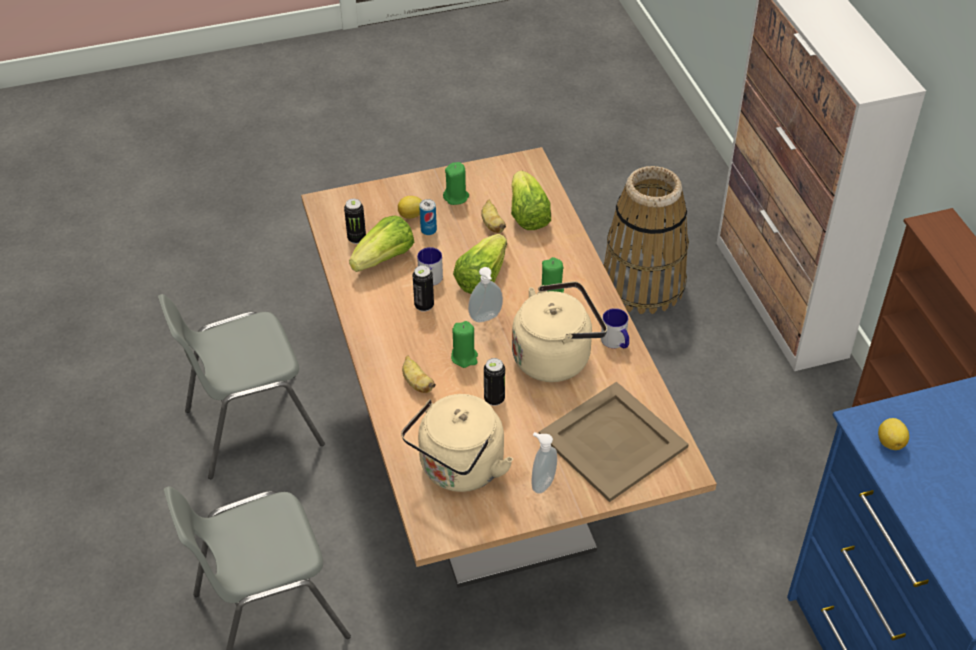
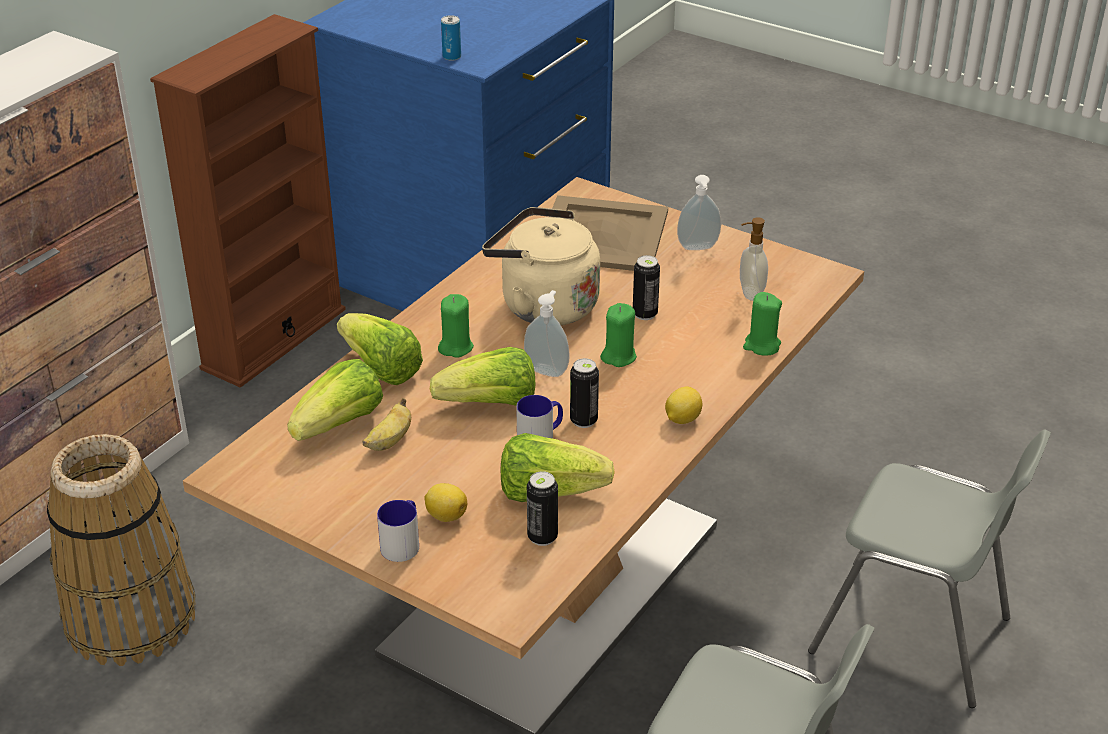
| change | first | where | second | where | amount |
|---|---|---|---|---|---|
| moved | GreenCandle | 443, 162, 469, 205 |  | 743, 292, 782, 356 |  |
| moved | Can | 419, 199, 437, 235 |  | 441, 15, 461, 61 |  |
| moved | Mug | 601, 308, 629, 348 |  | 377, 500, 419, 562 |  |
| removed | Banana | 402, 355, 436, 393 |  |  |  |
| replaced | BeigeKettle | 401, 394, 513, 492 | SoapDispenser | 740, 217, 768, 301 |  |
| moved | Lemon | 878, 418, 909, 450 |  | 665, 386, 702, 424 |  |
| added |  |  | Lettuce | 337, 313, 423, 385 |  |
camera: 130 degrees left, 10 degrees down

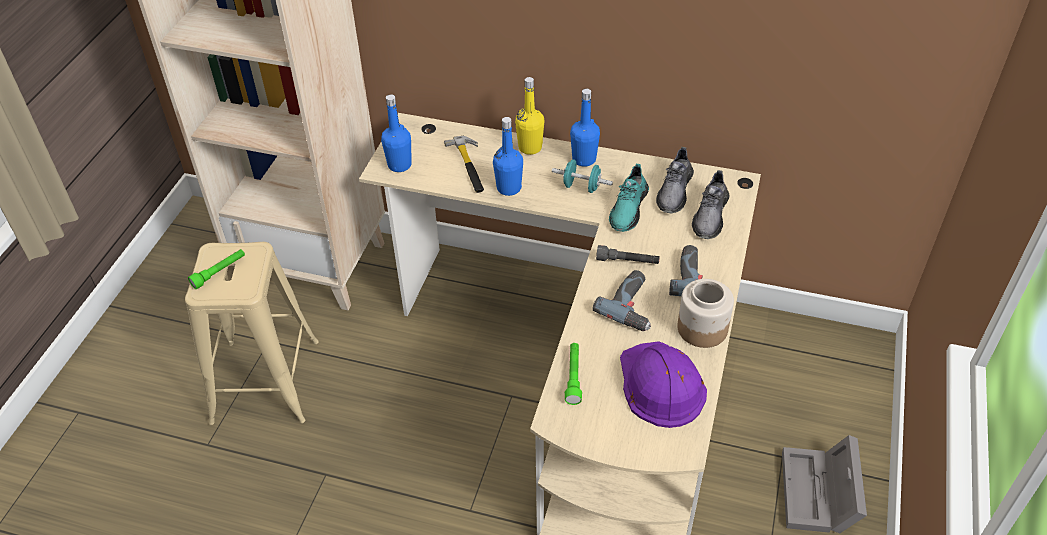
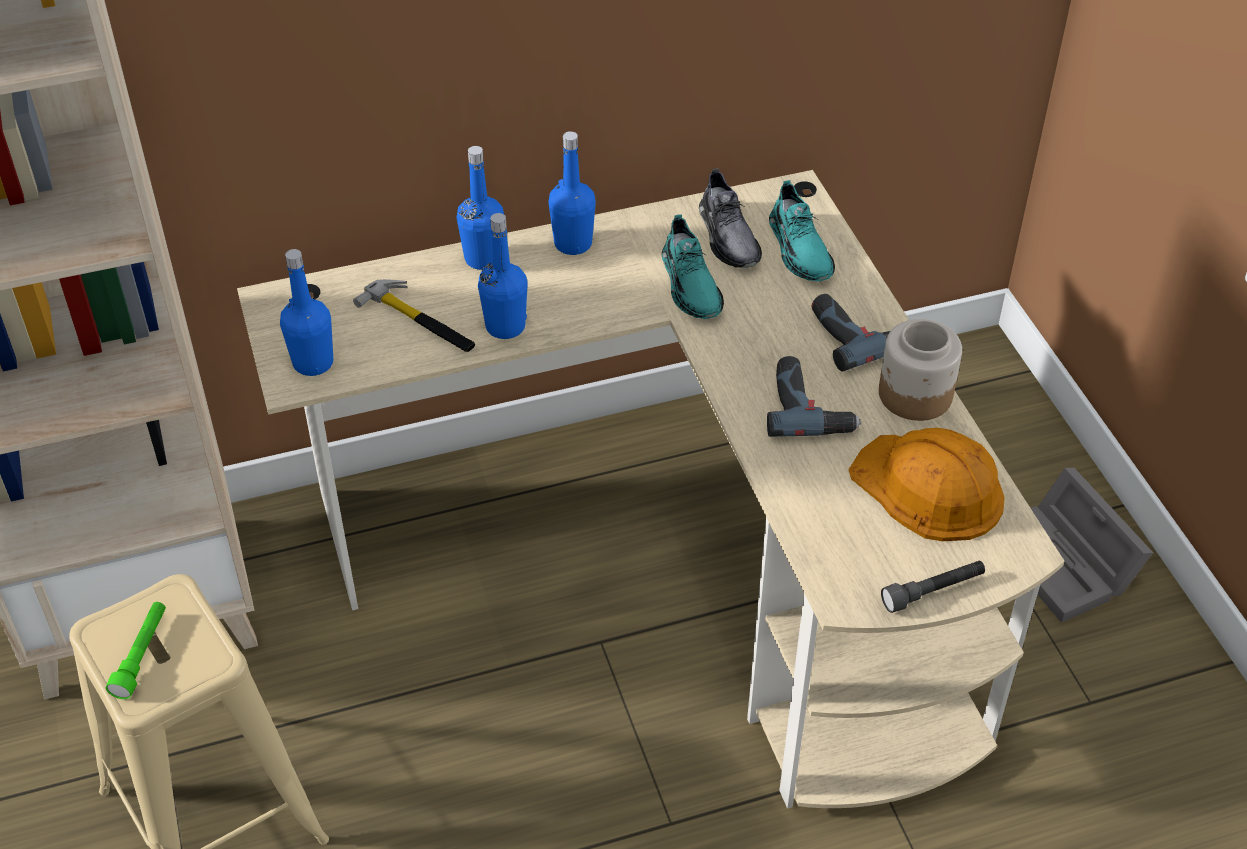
| change | first | where | second | where | amount |
|---|---|---|---|---|---|
| recoloured | YellowBottle | 515, 77, 544, 155 | BlueBottle | 457, 146, 504, 270 |  |
| removed | TurquoiseDumbbell | 552, 160, 613, 193 |  |  |  |
| recoloured | GreyShoe | 692, 170, 729, 239 | TurquoiseShoe | 769, 180, 835, 281 |  |
| moved | GreyFlashlight | 596, 245, 660, 264 |  | 881, 561, 985, 613 |  |
| recoloured | PurpleHardHat | 620, 341, 707, 428 | OrangeHardHat | 849, 428, 1005, 541 |  |
| removed | GreenFlashlight | 565, 343, 582, 405 |  |  |  |
camera: 35 degrees left, 0 degrees up

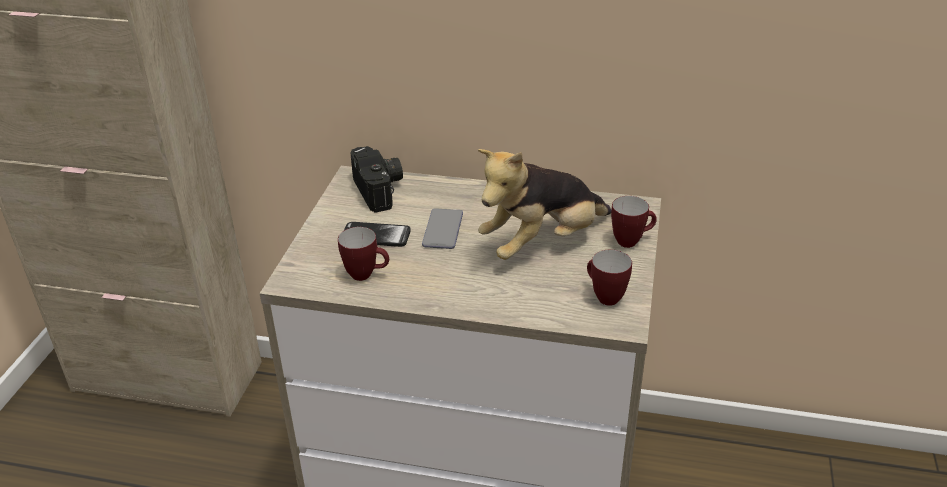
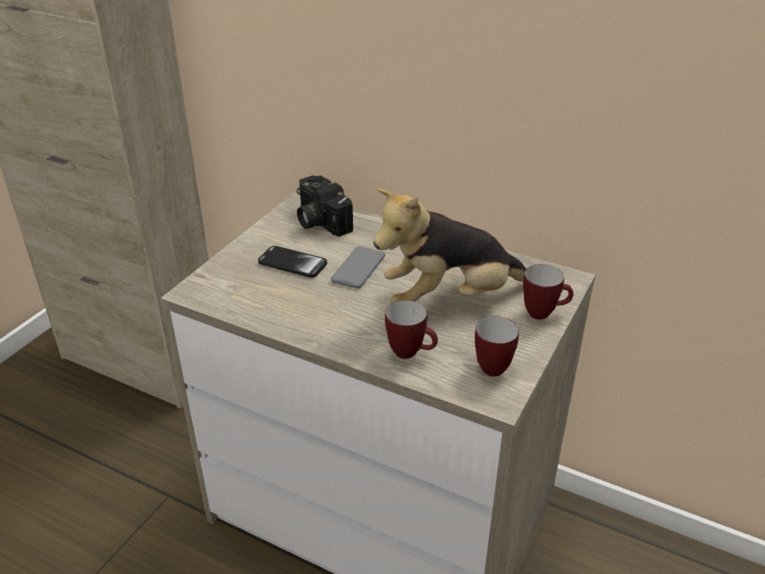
| change | first | where | second | where | amount |
|---|---|---|---|---|---|
| turned | PhotoCamera | 351, 146, 403, 213 |  | 297, 175, 353, 237 | 150 degrees clockwise |
| moved | Mug | 338, 227, 389, 281 |  | 385, 300, 438, 359 |  |
camera: 15 degrees right, 0 degrees up

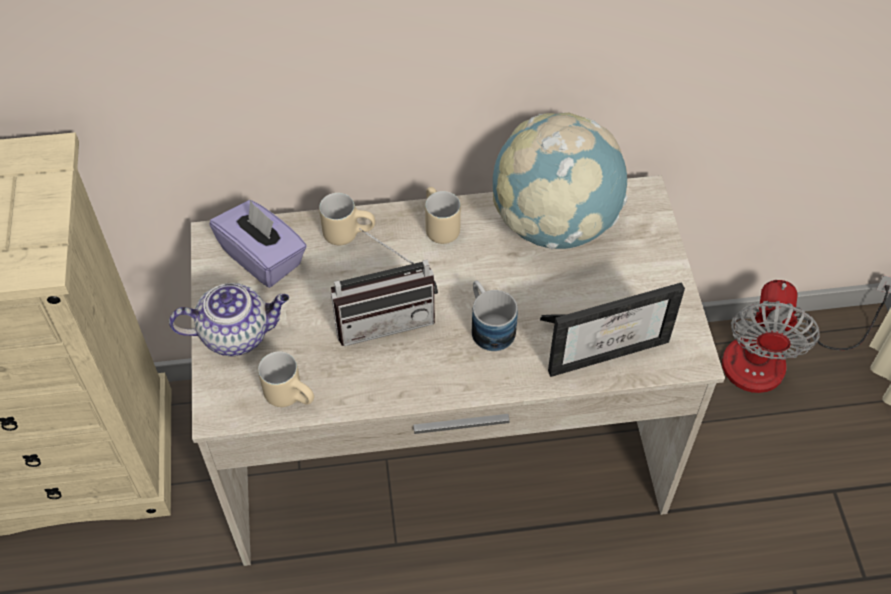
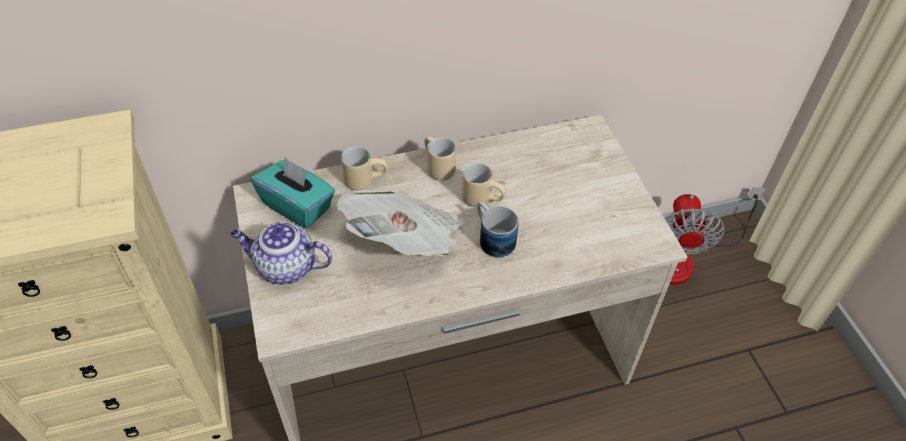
| change | first | where | second | where | amount |
|---|---|---|---|---|---|
| removed | Globe | 493, 113, 628, 249 |  |  |  |
| recoloured | PurpleTissueBox | 209, 200, 307, 288 | TurquoiseTissueBox | 251, 157, 335, 229 |  |
| replaced | Radio | 331, 228, 438, 346 | Newspaper | 337, 190, 464, 256 |  |
| removed | PictureFrame | 540, 282, 685, 377 |  |  |  |
| turned | Teapot | 169, 283, 289, 356 |  | 230, 221, 332, 285 | 150 degrees counterclockwise |
| moved | BeigeMug | 258, 352, 314, 407 |  | 462, 163, 506, 207 |  |
camera: 10 degrees left, 5 degrees down

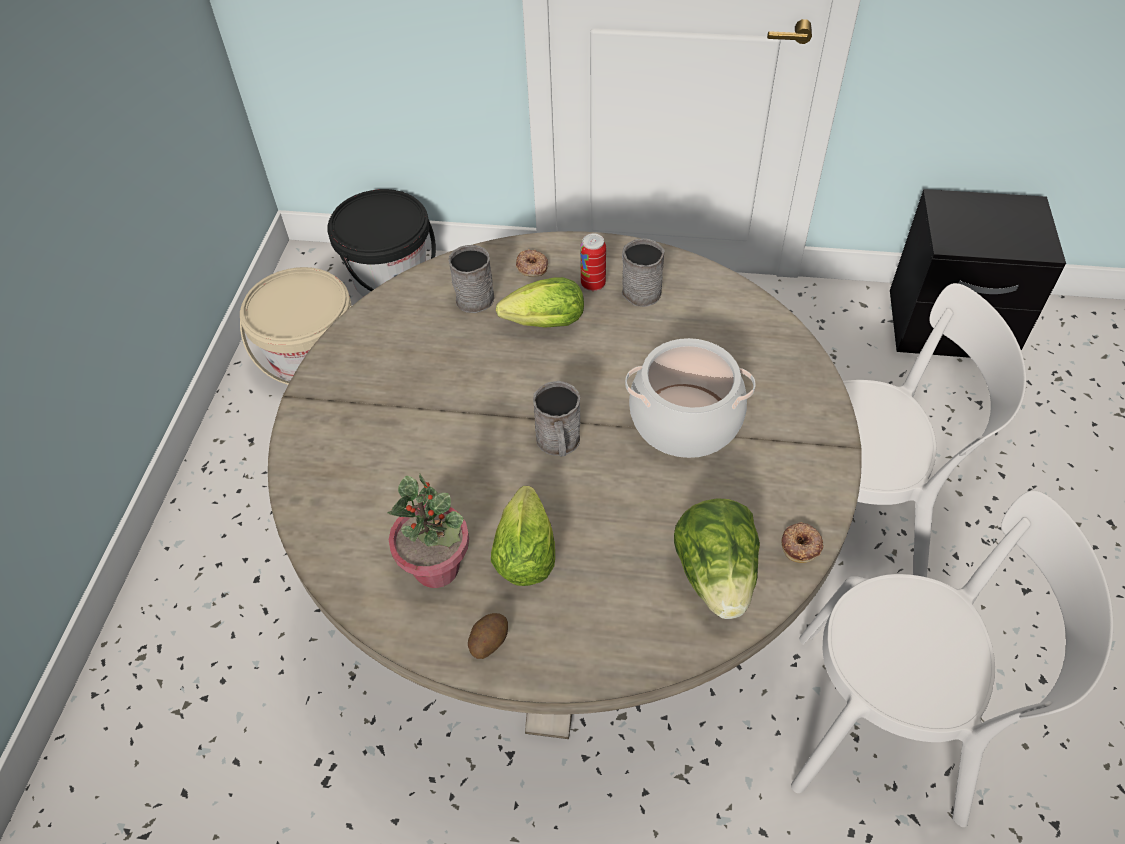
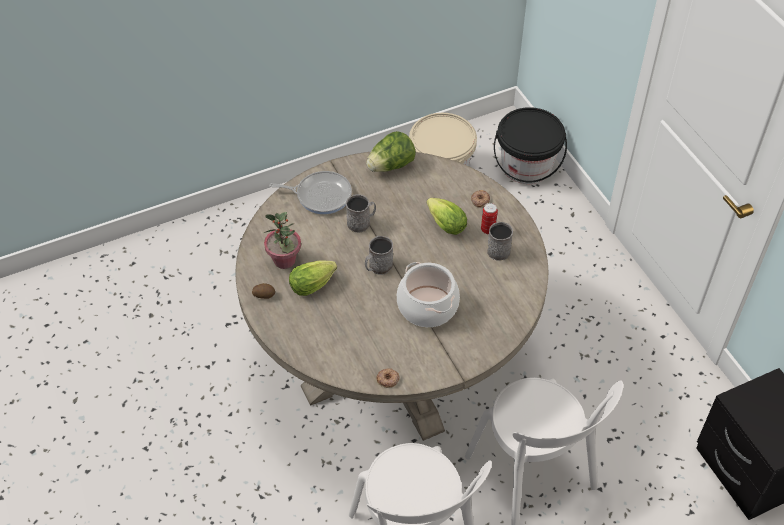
| change | first | where | second | where | amount |
|---|---|---|---|---|---|
| moved | GreyMug | 449, 245, 495, 313 |  | 346, 194, 376, 233 |  |
| moved | Lettuce | 674, 498, 760, 619 |  | 366, 131, 416, 172 |  |
| added |  |  | FryingPan | 269, 171, 352, 214 |  |
camera: 55 degrees right, 0 degrees up

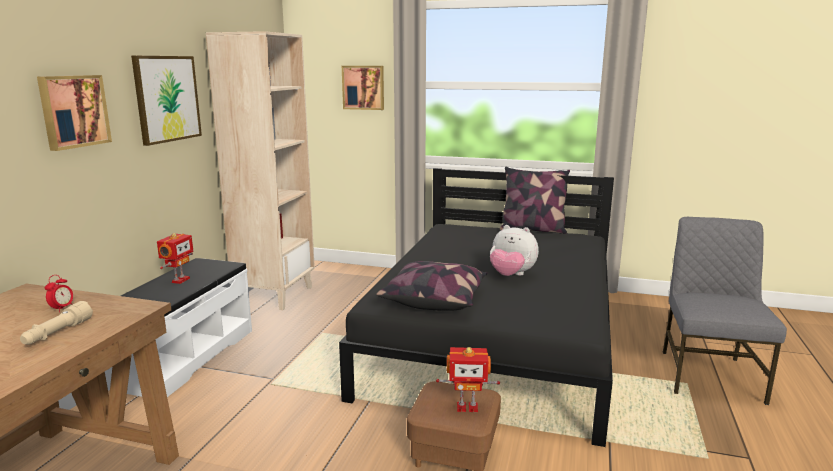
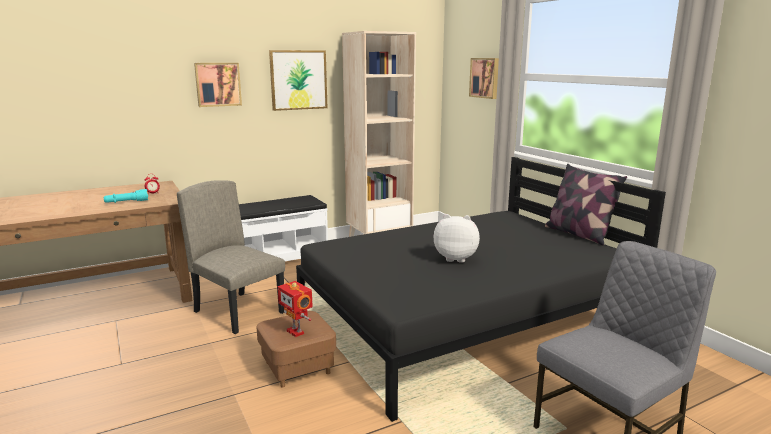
| change | first | where | second | where | amount |
|---|---|---|---|---|---|
| turned | PlushToy | 490, 225, 539, 276 |  | 434, 214, 480, 263 | 120 degrees clockwise |
| removed | ToyRobot | 157, 233, 193, 284 |  |  |  |
| removed | Pillow | 376, 261, 488, 311 |  |  |  |
| recoloured | BeigeFlashlight | 20, 301, 93, 345 | TurquoiseFlashlight | 104, 189, 148, 203 |  |
| added |  |  | BeigeChair | 177, 180, 285, 334 |  |
camera: 45 degrees right, 0 degrees up

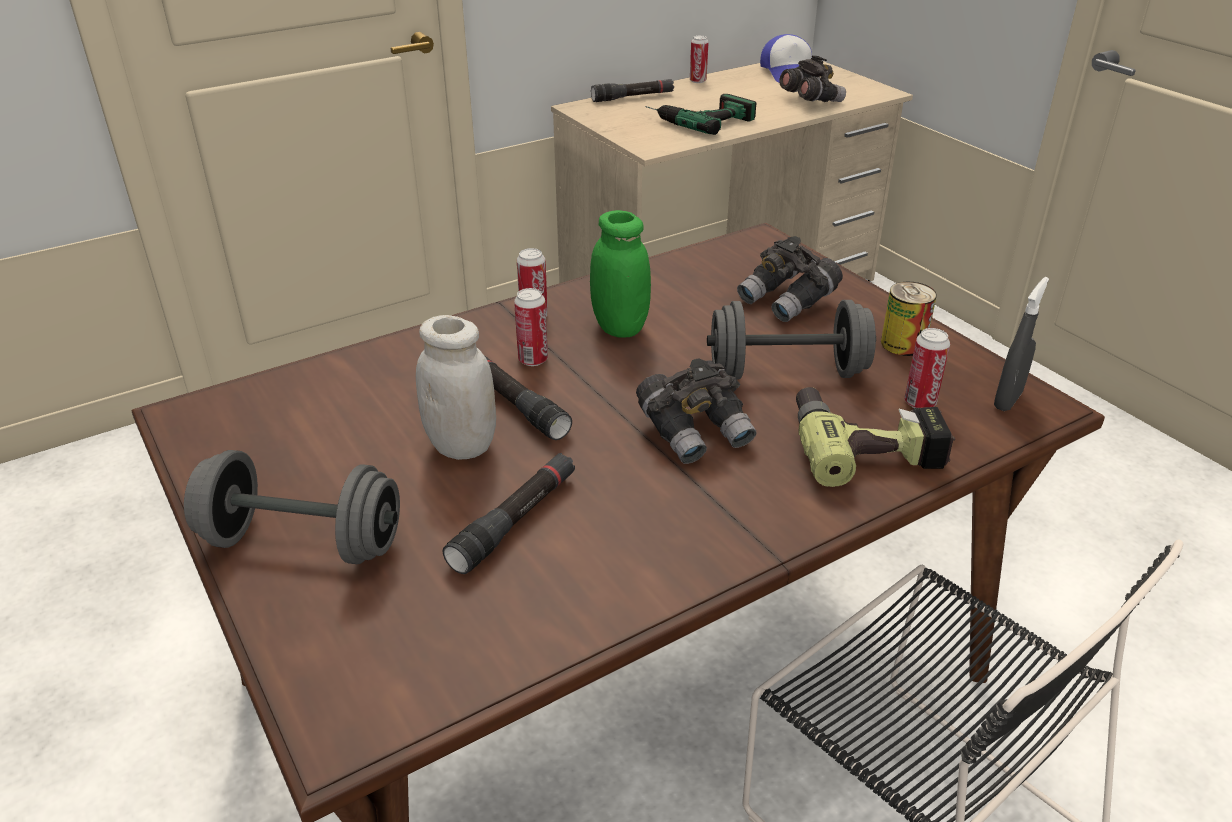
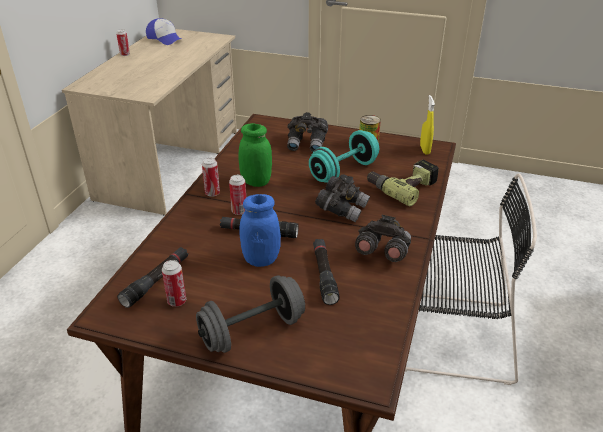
| change | first | where | second | where | amount |
|---|---|---|---|---|---|
| moved | GreyBinoculars | 779, 55, 846, 102 |  | 355, 215, 411, 262 |  |
| moved | BlackFlashlight | 591, 79, 674, 102 |  | 117, 247, 188, 308 |  |
| removed | PowerDrill | 645, 94, 757, 135 |  |  |  |
| recoloured | GreySprayBottle | 994, 277, 1049, 411 | YellowSprayBottle | 420, 95, 435, 154 |  |
| recoloured | GreyDumbbell | 707, 300, 876, 379 | TurquoiseDumbbell | 309, 130, 379, 183 |  |
| recoloured | WhiteJar | 416, 315, 496, 460 | BlueJar | 240, 194, 281, 267 |  |
| moved | Can | 904, 328, 950, 408 |  | 162, 260, 186, 307 |  |
camera: 40 degrees left, 0 degrees up

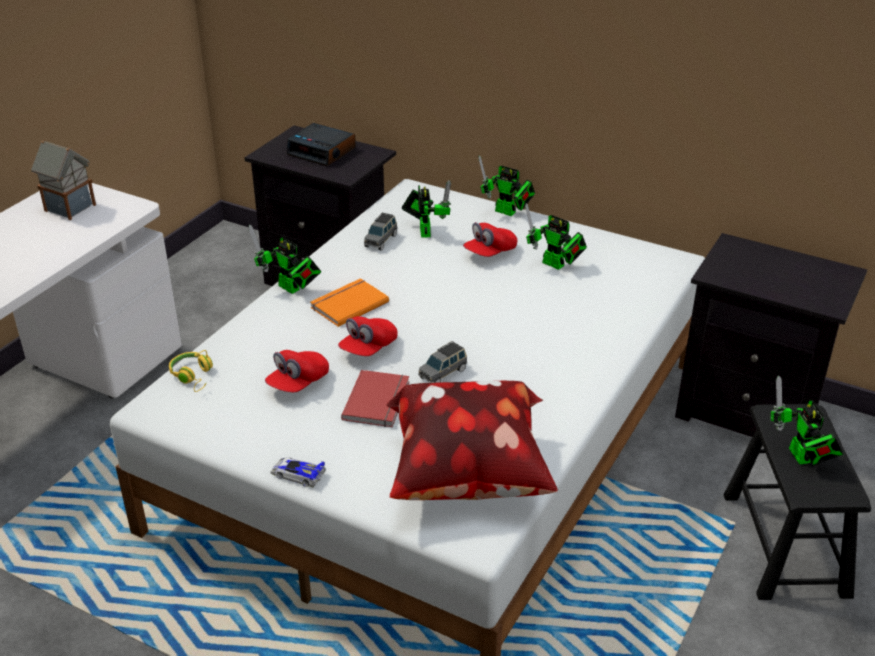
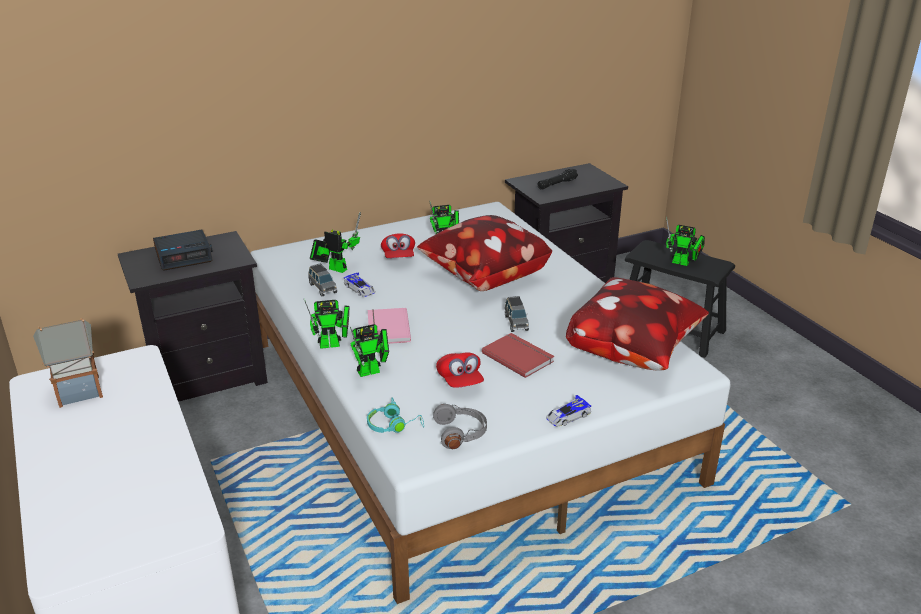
| change | first | where | second | where | amount |
|---|---|---|---|---|---|
| moved | ToyRobot | 479, 155, 535, 216 |  | 350, 324, 389, 377 |  |
| recoloured | OrangeBook | 310, 278, 389, 327 | PinkBook | 368, 308, 411, 344 |  |
| removed | RedCap | 338, 316, 398, 356 |  |  |  |
| recoloured | YellowHeadphones | 169, 350, 213, 392 | TurquoiseHeadphones | 367, 398, 424, 433 |  |
| added |  |  | BlackFlashlight | 537, 169, 578, 190 |  |
| added |  |  | Pillow | 417, 215, 552, 291 |  |
| added |  |  | ToyCar | 343, 273, 375, 297 |  |
| added |  |  | GreyHeadphones | 433, 404, 487, 449 |  |
camera: 55 degrees left, 5 degrees down

